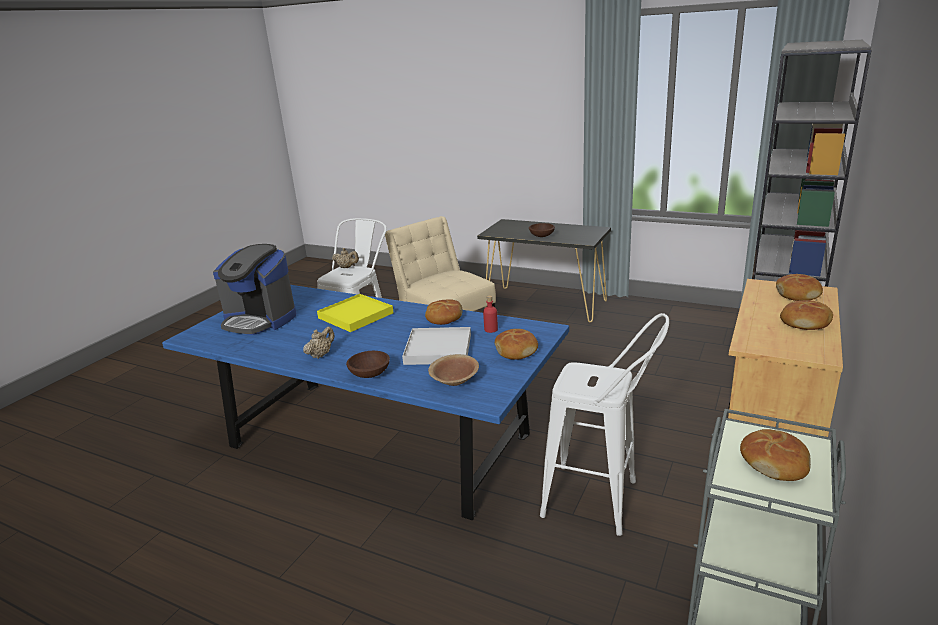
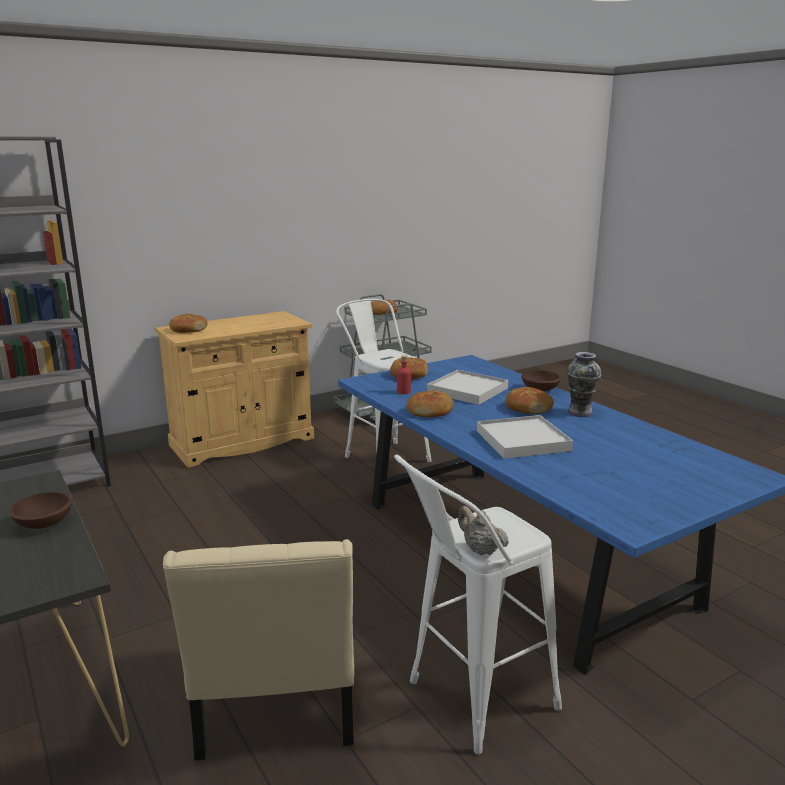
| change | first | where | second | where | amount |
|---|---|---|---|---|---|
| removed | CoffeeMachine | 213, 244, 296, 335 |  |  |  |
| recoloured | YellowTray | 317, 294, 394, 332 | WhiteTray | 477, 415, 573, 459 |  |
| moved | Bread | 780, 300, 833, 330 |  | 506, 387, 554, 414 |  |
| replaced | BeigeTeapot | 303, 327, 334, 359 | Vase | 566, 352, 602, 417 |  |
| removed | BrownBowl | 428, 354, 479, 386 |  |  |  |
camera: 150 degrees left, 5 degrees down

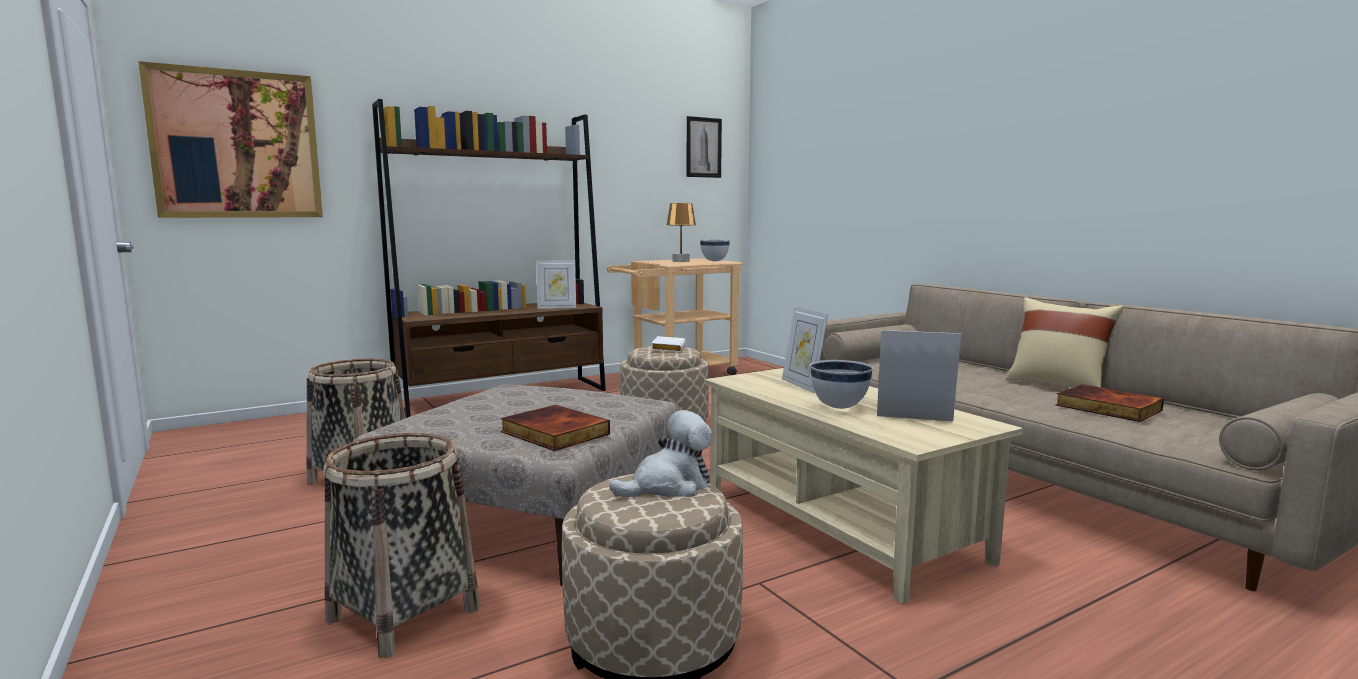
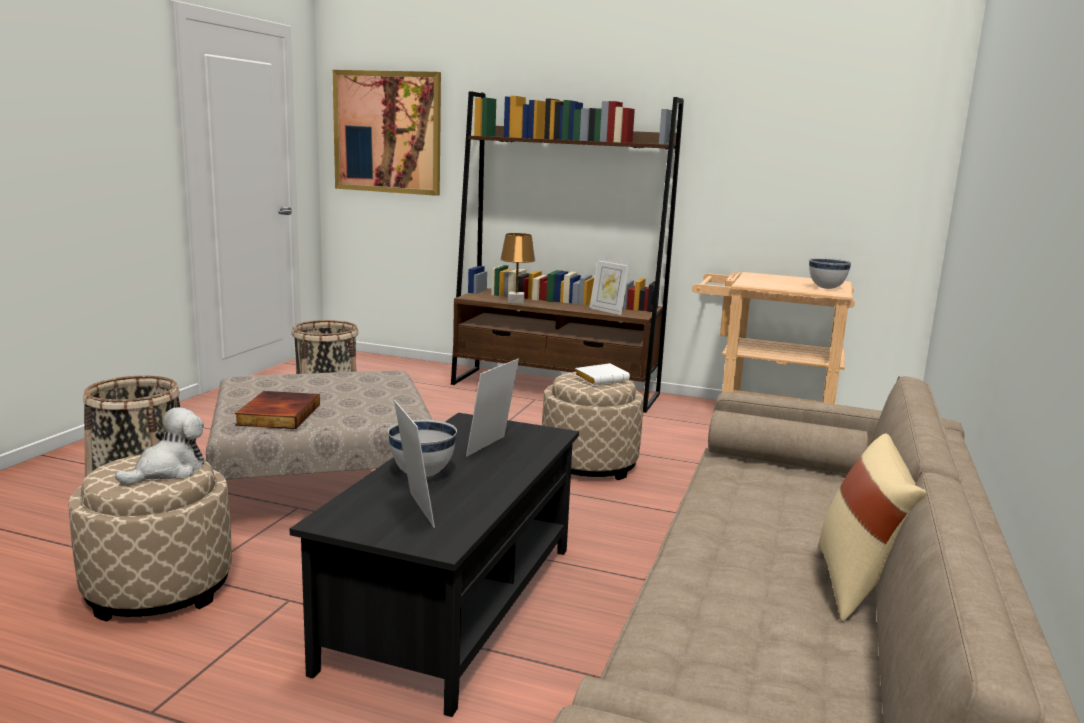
| change | first | where | second | where | amount |
|---|---|---|---|---|---|
| removed | Picture | 687, 116, 722, 178 |  |  |  |
| moved | BrownTableLamp | 666, 203, 696, 262 |  | 500, 233, 535, 304 |  |
| recoloured | BeigeCoffeeTable | 704, 368, 1023, 604 | BlackCoffeeTable | 289, 413, 579, 717 |  |
| removed | Book | 1056, 384, 1164, 422 |  |  |  |
| turned | PlushToy | 610, 410, 712, 498 |  | 115, 407, 204, 484 | 75 degrees counterclockwise |
camera: 50 degrees right, 5 degrees up

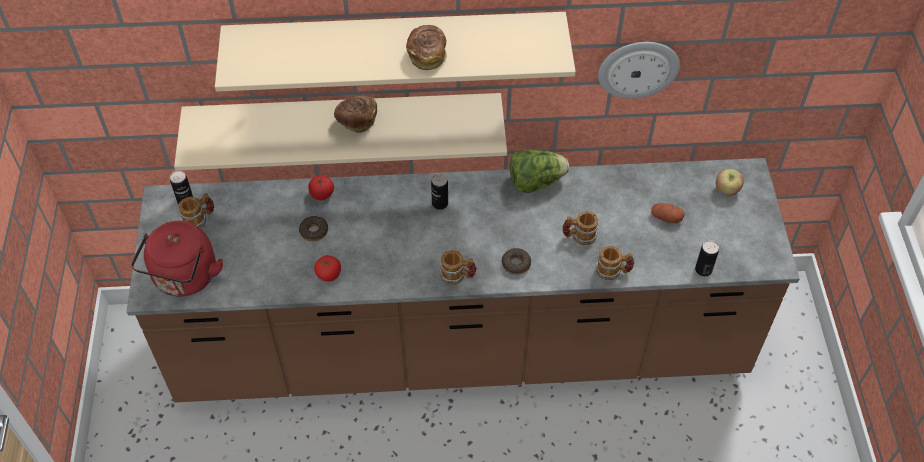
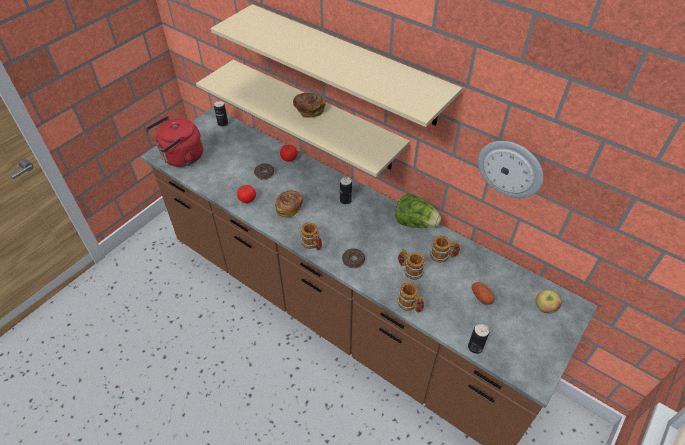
| change | first | where | second | where | amount |
|---|---|---|---|---|---|
| moved | Bread | 406, 25, 447, 70 |  | 275, 190, 303, 218 |  |
| moved | Mug | 178, 193, 214, 229 |  | 430, 236, 460, 263 |  |
camera: 40 degrees right, 5 degrees down

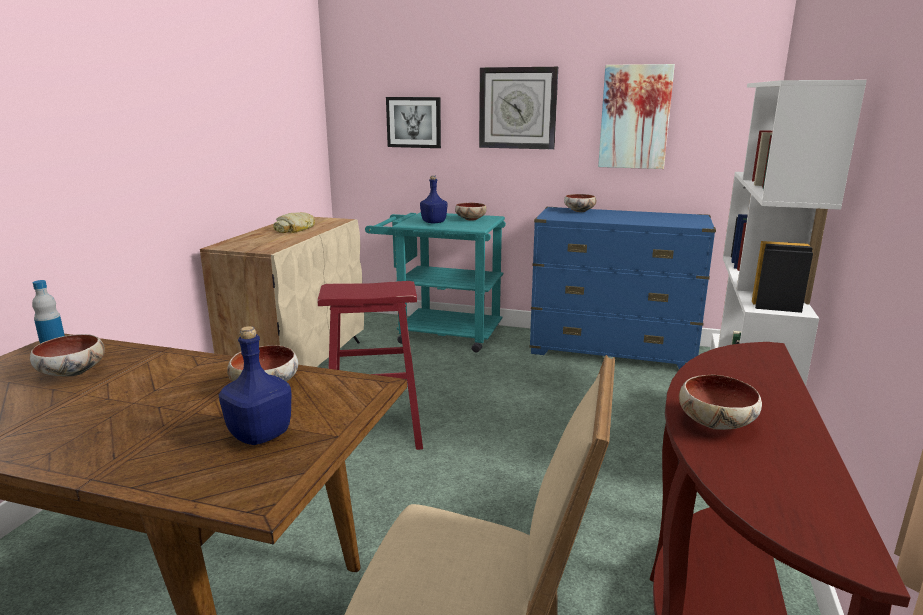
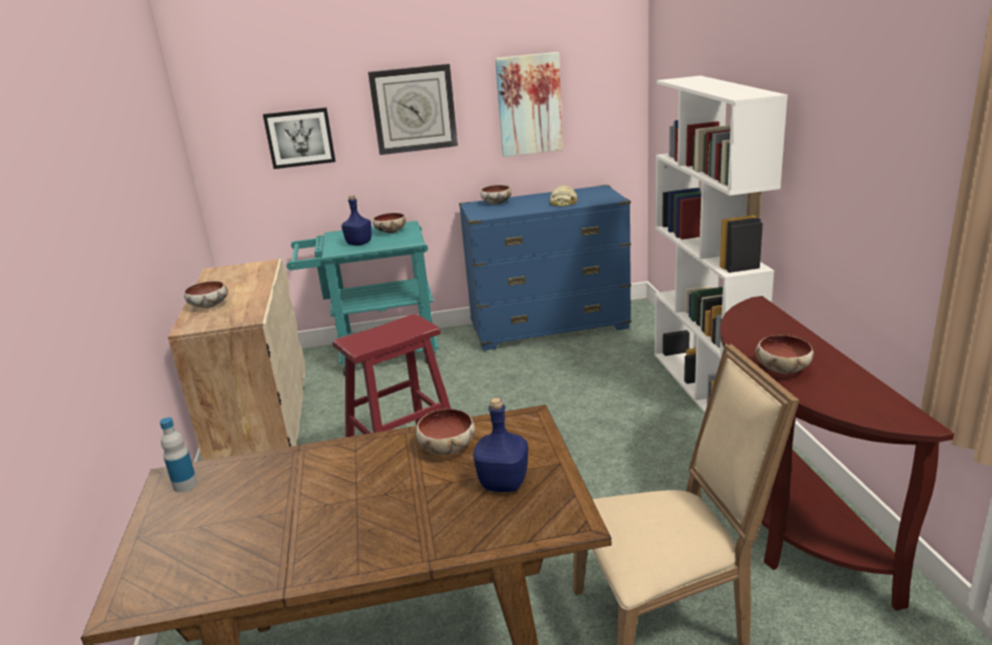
| change | first | where | second | where | amount |
|---|---|---|---|---|---|
| moved | Bread | 273, 212, 315, 233 |  | 550, 185, 577, 207 |  |
| moved | Bowl | 30, 334, 105, 377 |  | 184, 281, 228, 308 |  |
camera: 25 degrees left, 5 degrees up

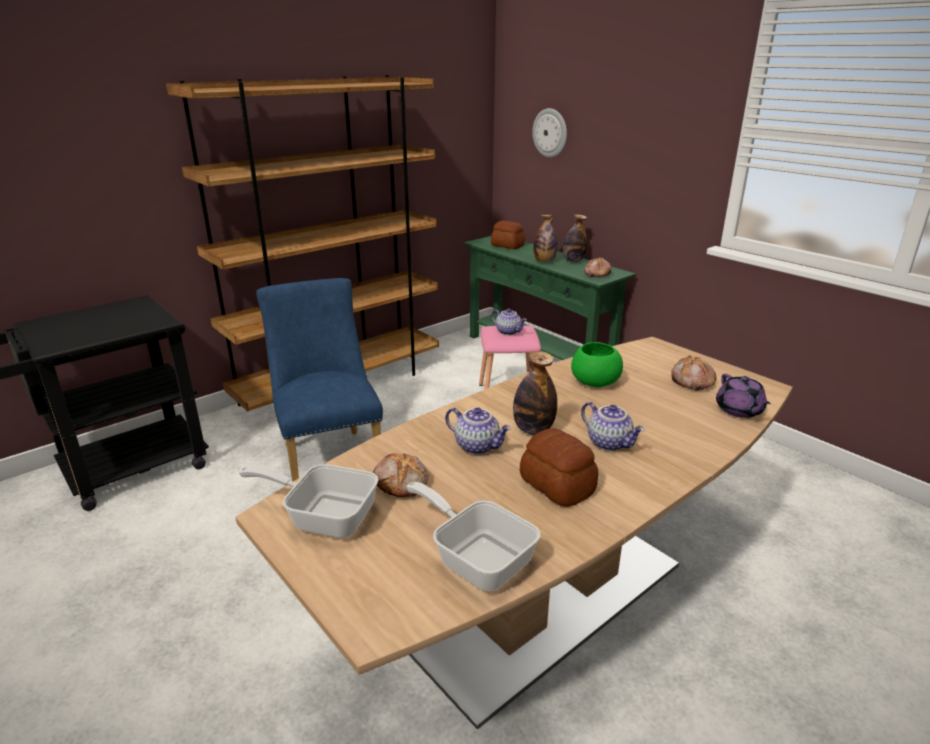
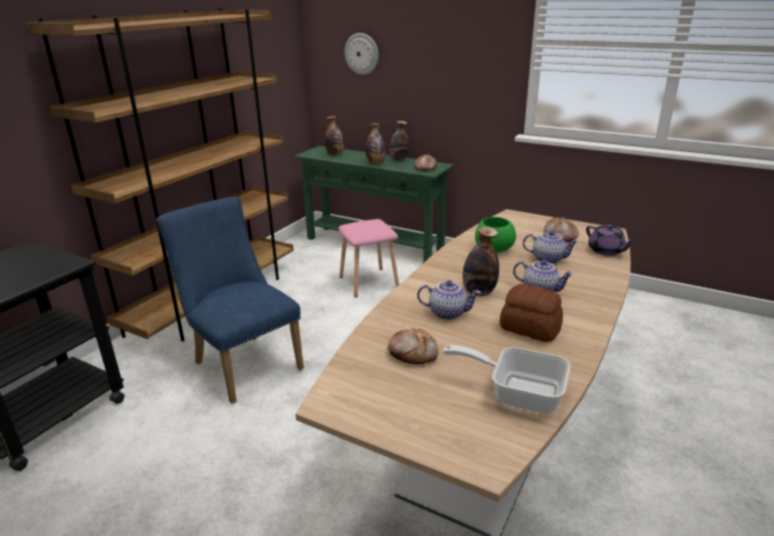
| change | first | where | second | where | amount |
|---|---|---|---|---|---|
| replaced | Bread | 491, 221, 525, 249 | Bottle | 325, 116, 344, 155 |  |
| moved | Teapot | 491, 309, 527, 335 |  | 523, 231, 578, 264 |  |
| removed | FryingPan | 239, 464, 379, 538 |  |  |  |
camera: 20 degrees left, 0 degrees up

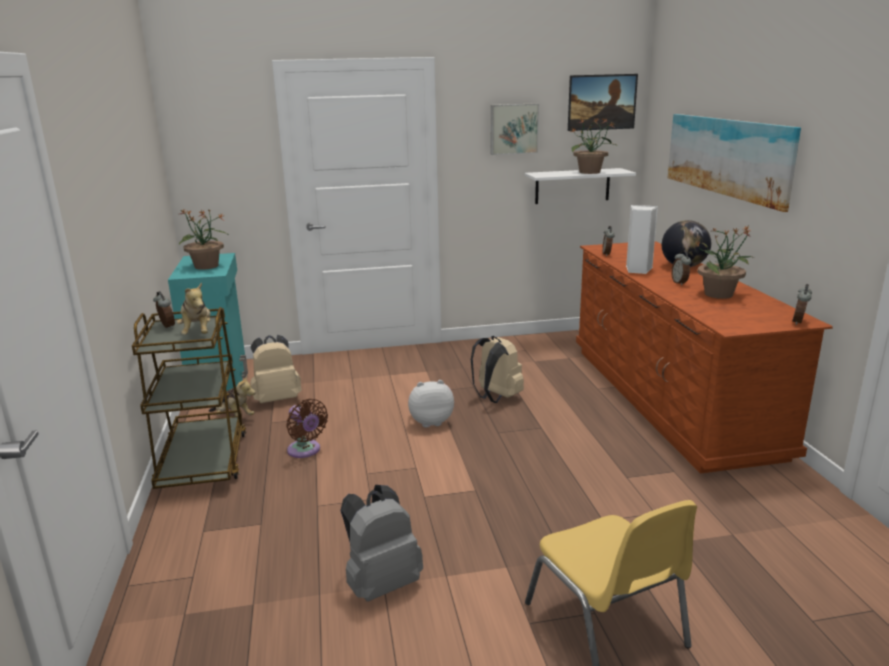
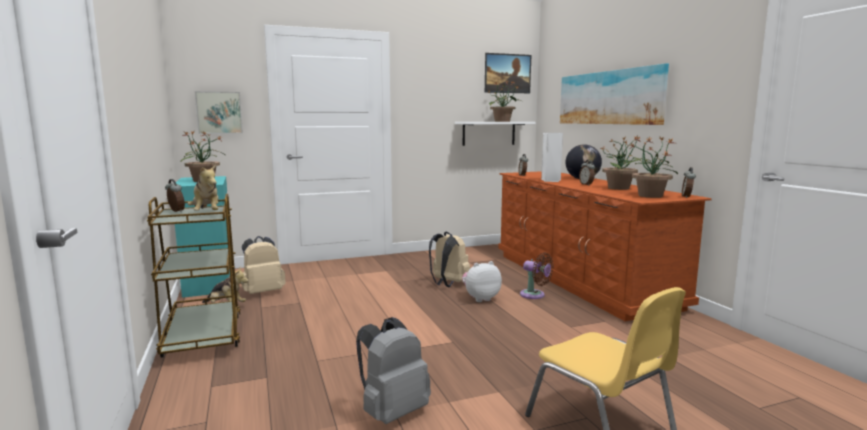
| change | first | where | second | where | amount |
|---|---|---|---|---|---|
| moved | Picture | 491, 103, 539, 155 |  | 195, 91, 243, 134 |  |
| moved | PlushToy | 408, 380, 454, 428 |  | 462, 261, 502, 302 |  |
| moved | BrownFan | 287, 399, 328, 458 |  | 520, 252, 554, 299 |  |
| added |  |  | PottedPlant | 626, 136, 678, 198 |  |
camera: 10 degrees left, 10 degrees down

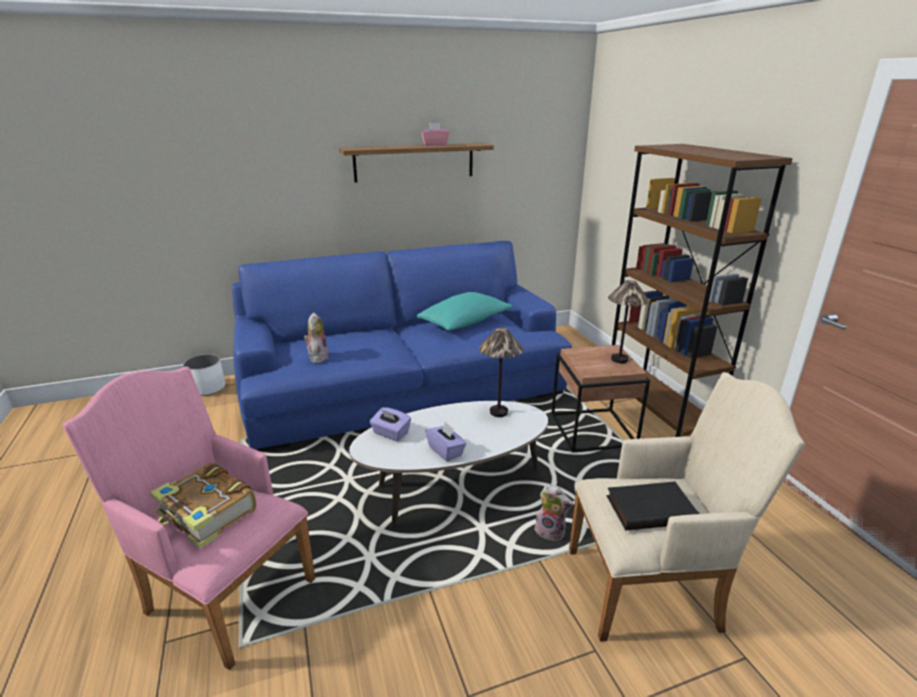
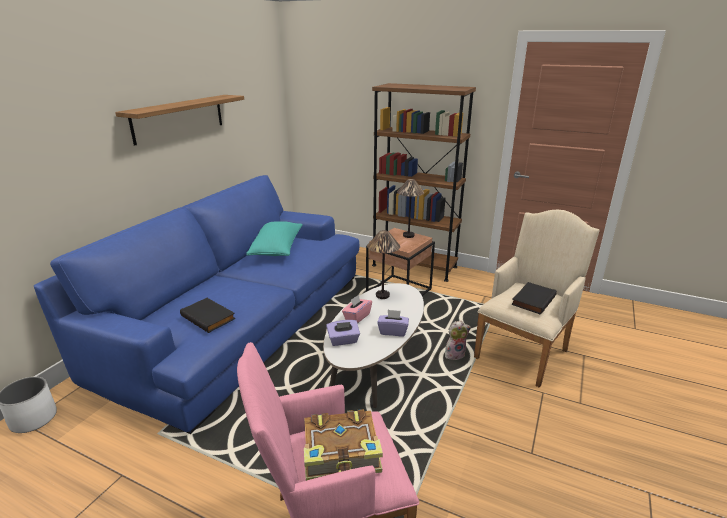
| change | first | where | second | where | amount |
|---|---|---|---|---|---|
| moved | PinkTissueBox | 421, 123, 449, 146 |  | 342, 295, 372, 323 |  |
| replaced | PlushToy | 304, 312, 329, 363 | BlackBook | 180, 298, 236, 333 |  |
camera: 45 degrees left, 0 degrees up

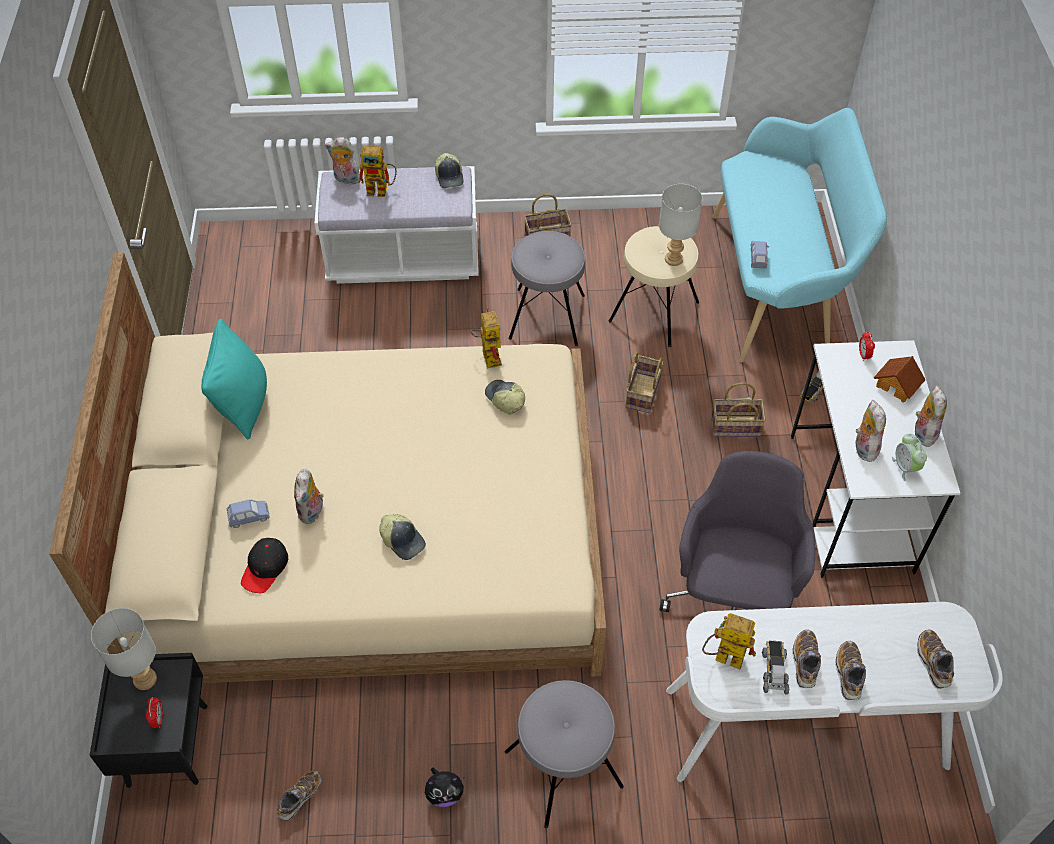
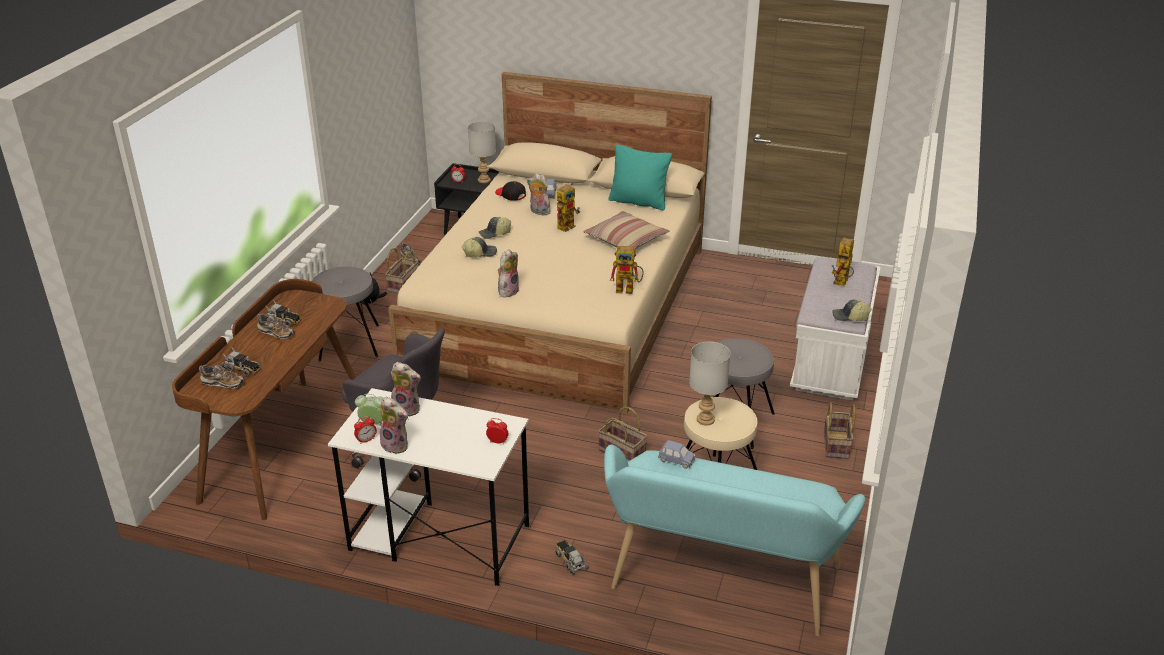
| change | first | where | second | where | amount |
|---|---|---|---|---|---|
| moved | PlushToy | 325, 138, 360, 185 |  | 498, 249, 519, 297 |  |
| removed | ToyHouse | 874, 356, 926, 403 |  |  |  |
| moved | Cap | 485, 380, 525, 415 |  | 462, 237, 497, 258 |  |
| moved | Basket | 711, 382, 766, 437 |  | 385, 248, 419, 294 |  |
| recoloured | WhiteDesk | 666, 602, 1003, 782 | BrownDesk | 172, 279, 356, 520 |  |
| moved | ToyRobot | 702, 613, 756, 669 |  | 556, 183, 580, 232 |  |
| removed | Shoe | 835, 641, 866, 700 |  |  |  |
| added |  |  | Pillow | 583, 211, 669, 250 |  |
| added |  |  | ToyTruck | 221, 347, 261, 376 |  |
| added |  |  | AlarmClock | 354, 416, 377, 444 |  |
camera: 110 degrees right, 20 degrees down

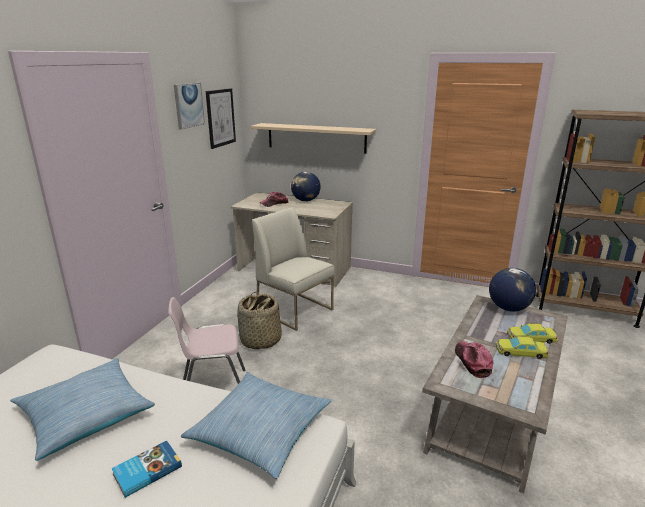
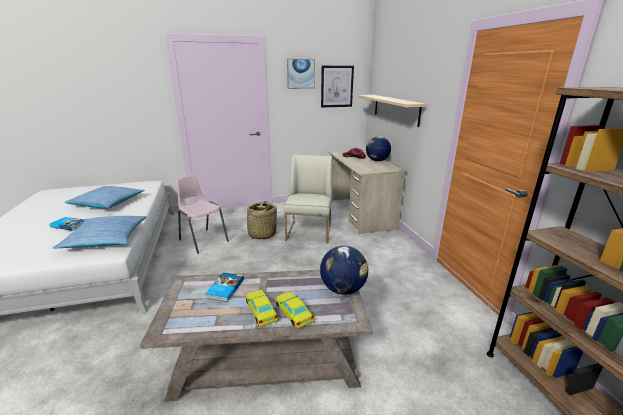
| change | first | where | second | where | amount |
|---|---|---|---|---|---|
| replaced | Cap | 455, 341, 494, 378 | Book | 205, 272, 244, 302 |  |
camera: 55 degrees right, 0 degrees up

